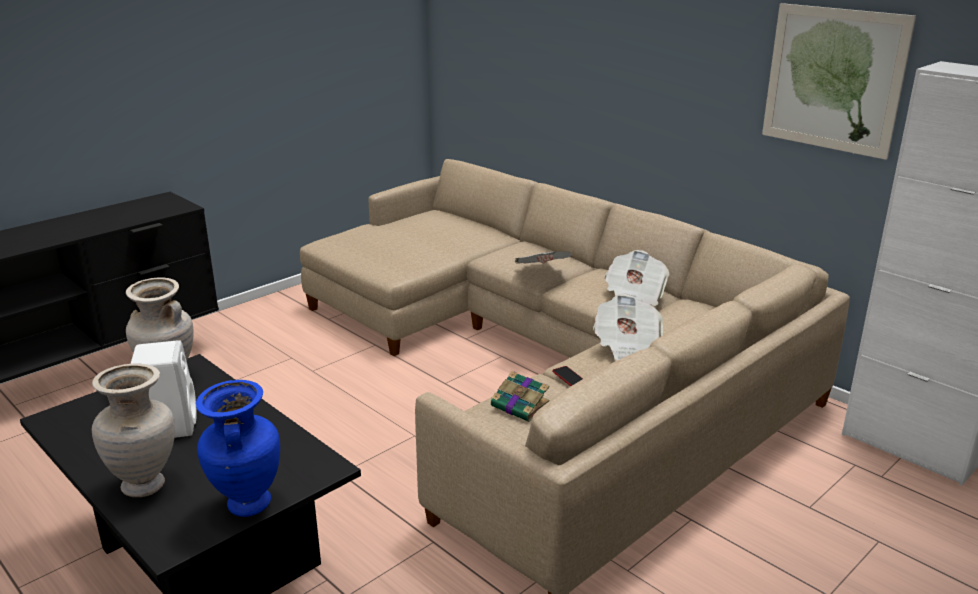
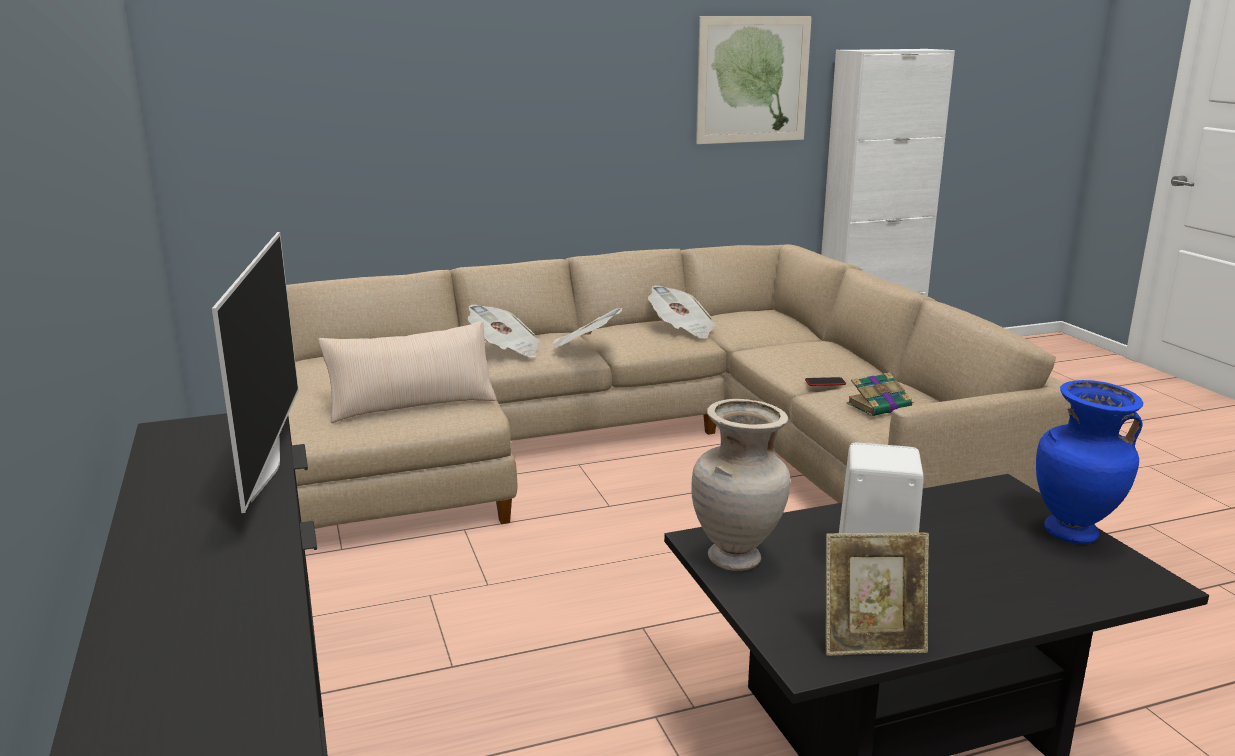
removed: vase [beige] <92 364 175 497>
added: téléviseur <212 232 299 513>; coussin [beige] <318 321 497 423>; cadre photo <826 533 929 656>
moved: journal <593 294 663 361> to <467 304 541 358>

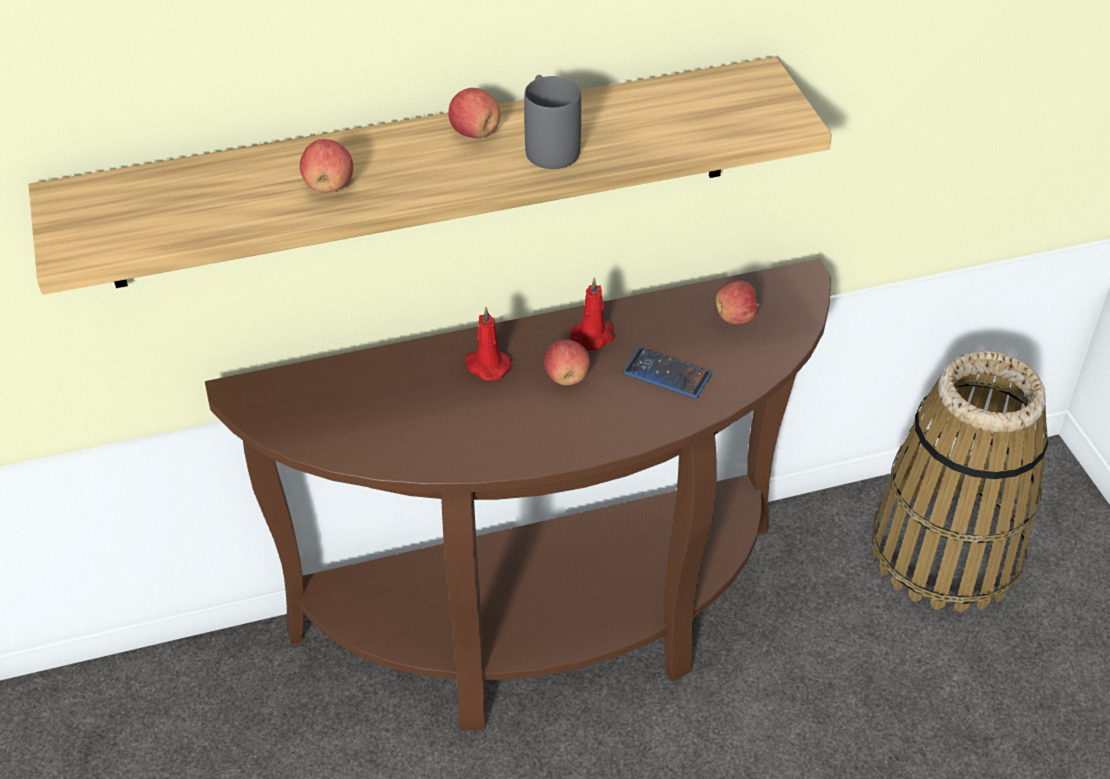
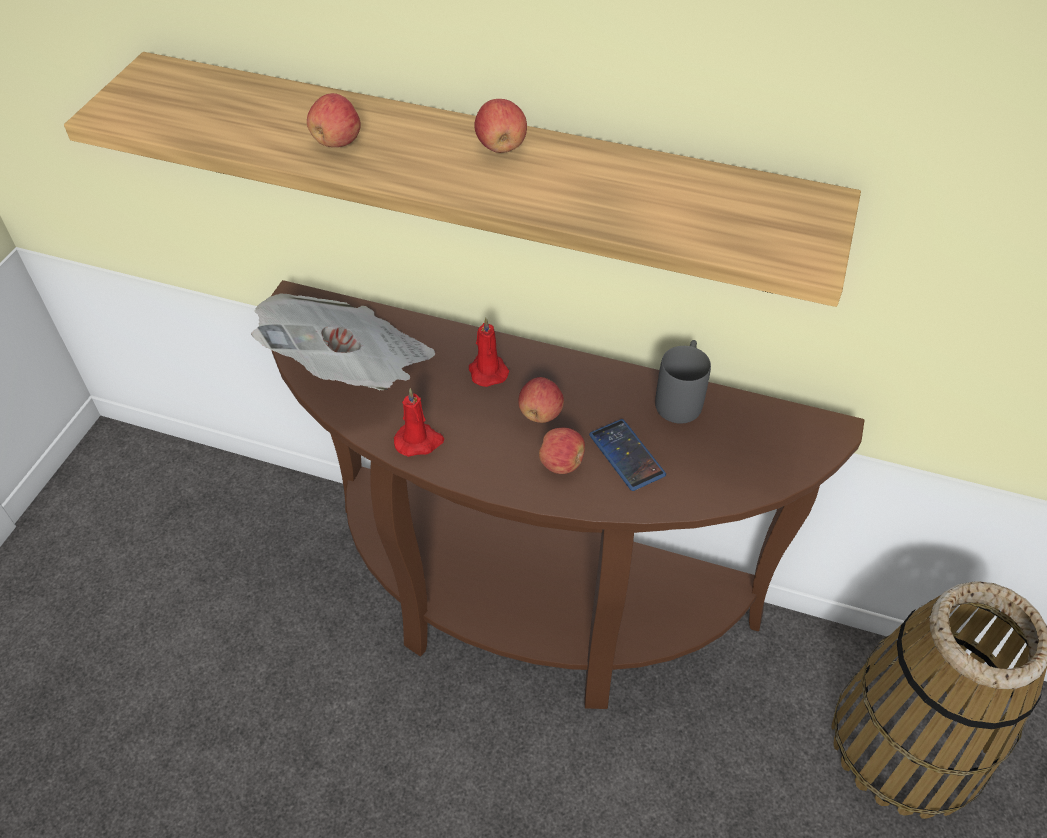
added: journal <251 293 435 390>
moved: mug [gris] <524 75 581 169> to <655 340 711 424>; bougie [rouge] <570 277 614 351> to <394 388 444 457>; pomme <716 280 759 325> to <539 428 585 474>

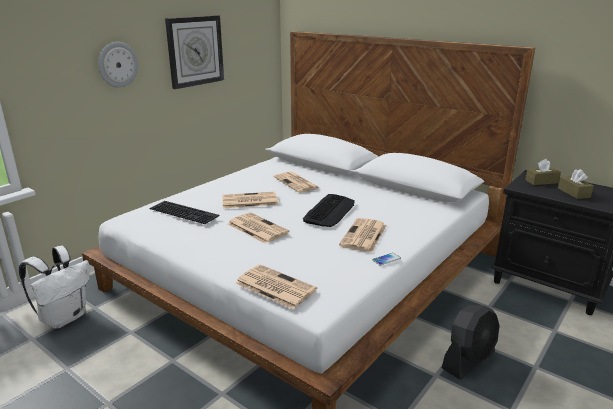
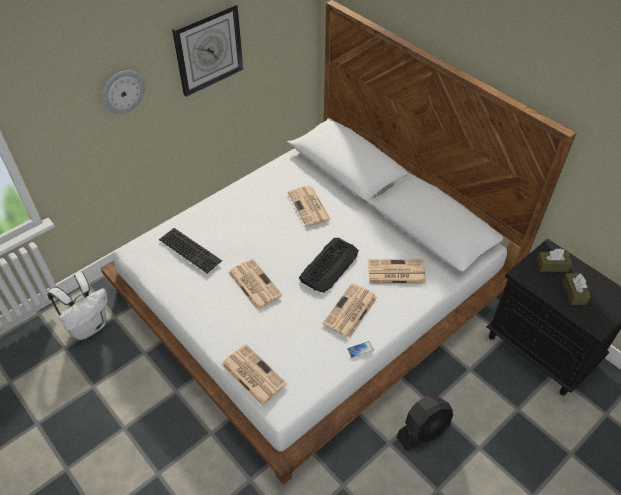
moved: journal <222 192 278 208> to <368 259 426 284>

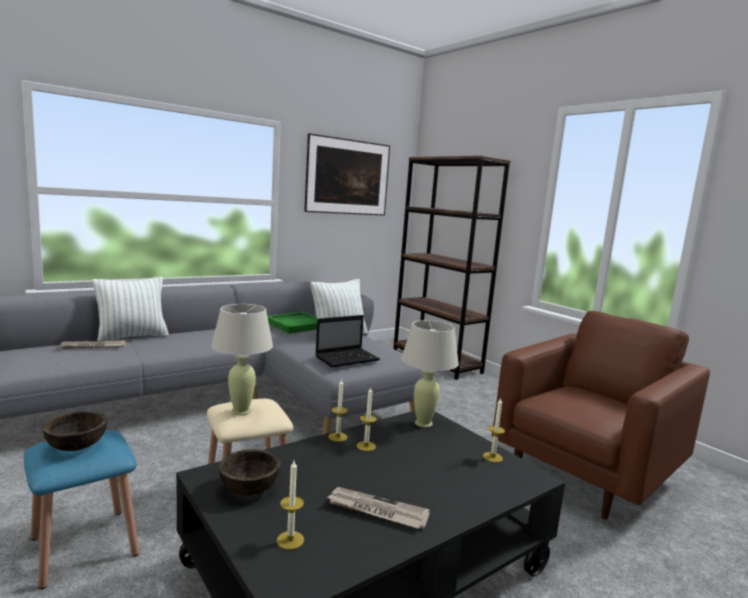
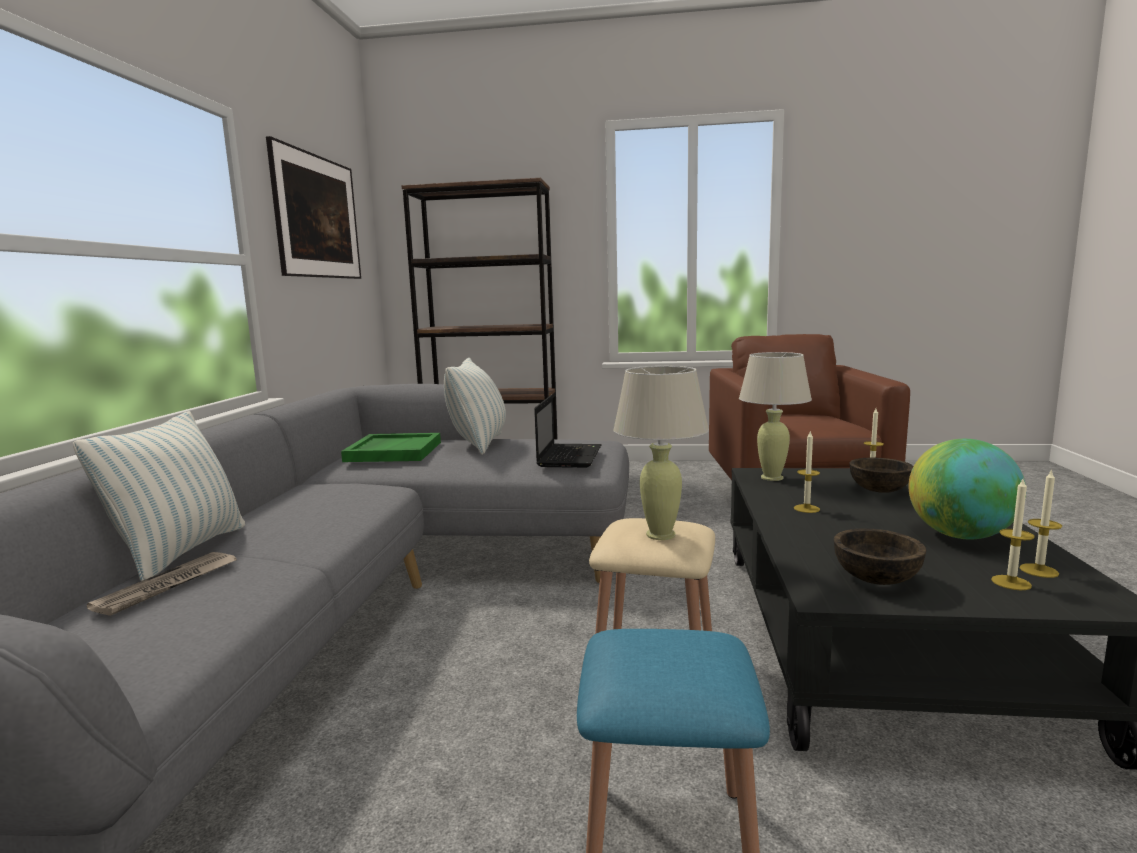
moved: bougie <328 379 348 442> to <1019 469 1062 578>; bol [marron] <42 411 107 451> to <850 458 913 493>
replaced: journal <326 487 430 529> to globe <909 439 1026 539>

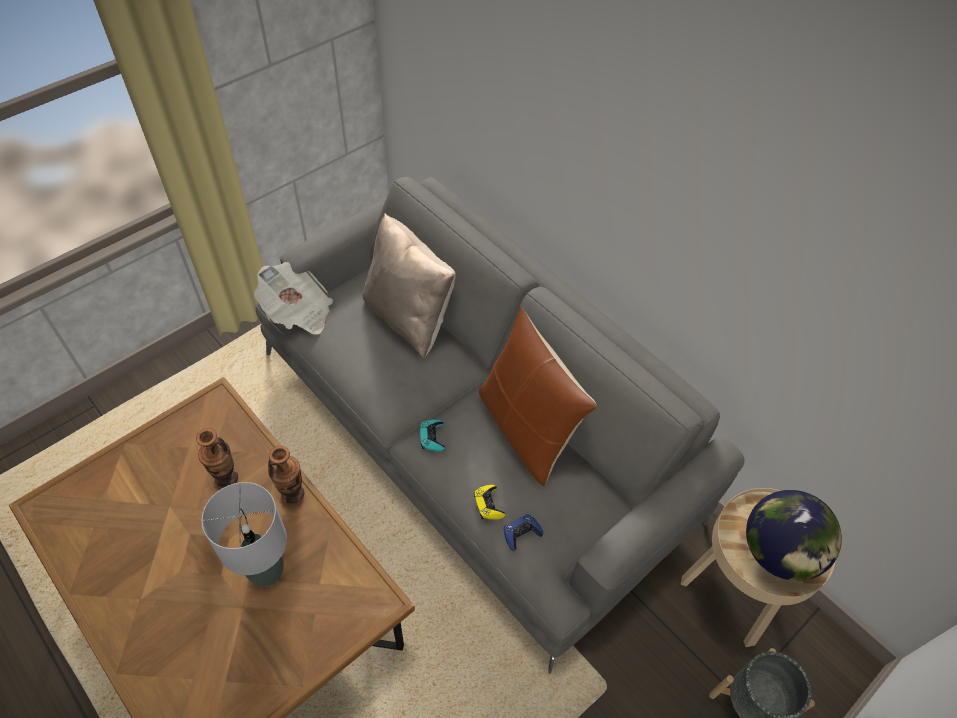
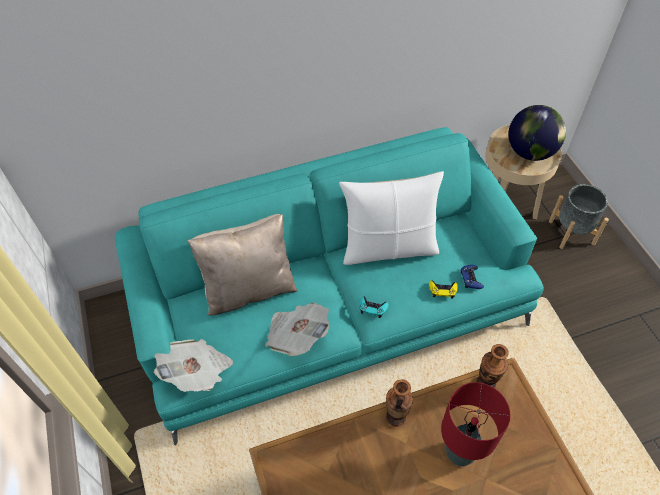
added: journal <265 302 329 356>
moved: vase <196 428 238 488> to <477 344 509 388>
recoloured: canapé [gris] <255 177 745 674> to canapé [turquoise] <115 127 544 446>; coussin [marron] <479 307 597 486> to coussin [blanc] <339 171 444 265>; lampe de table [gris] <201 482 287 587> to lampe de table [rouge] <441 382 511 466>

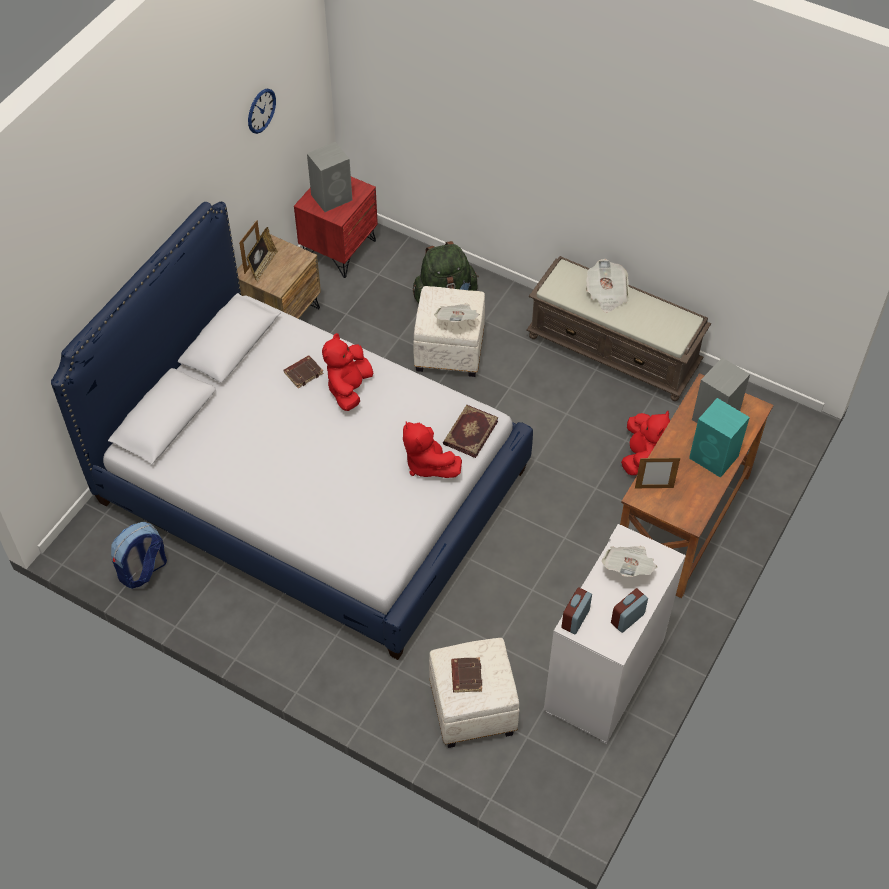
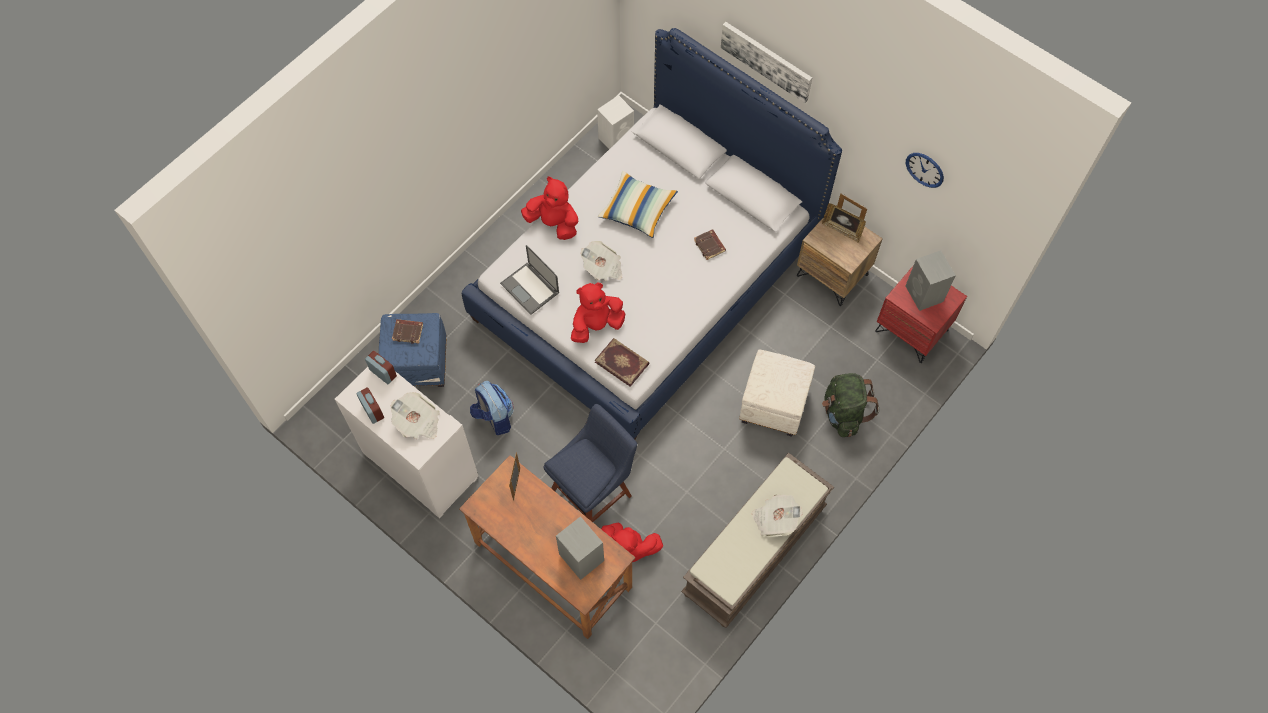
removed: enceinte [turquoise] <689 398 750 478>
added: tableau <721 22 812 103>; enceinte [blanc] <597 95 634 149>; coussin <598 171 678 238>; ordinateur portable <500 245 559 315>; chaise [bleu] <543 404 637 522>
moved: journal <434 303 480 322> to <581 241 622 281>; peluche [rouge] <322 333 373 411> to <521 177 578 240>; sac à dos <111 522 167 589> to <470 381 514 435>
recoloured: pouf [blanc] <429 638 520 748> to pouf [bleu] <379 313 446 387>

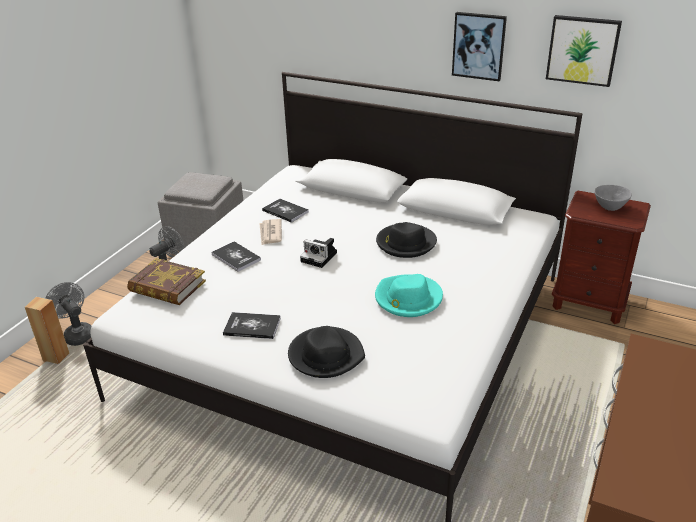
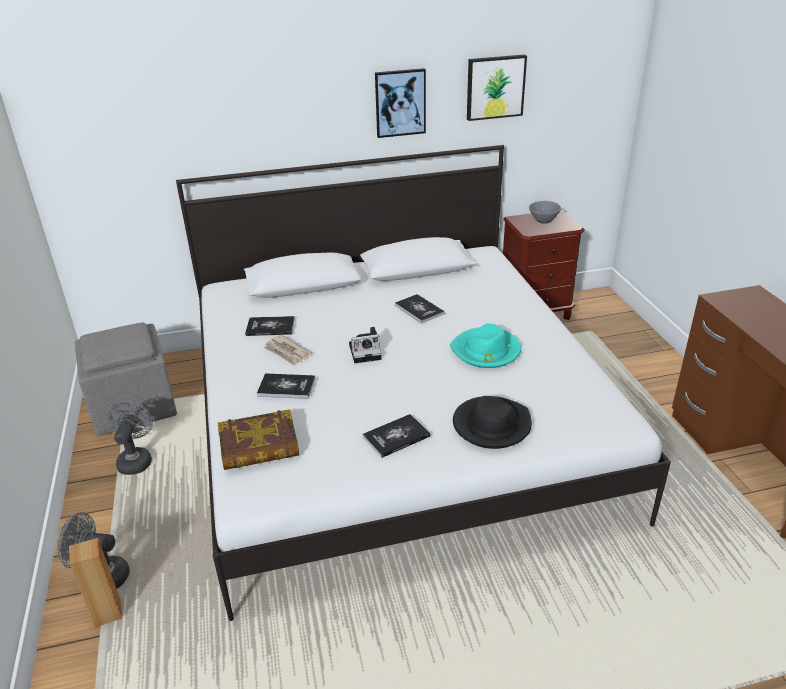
replaced: chapeau [noir] <376 222 437 258> to livre <395 294 445 324>

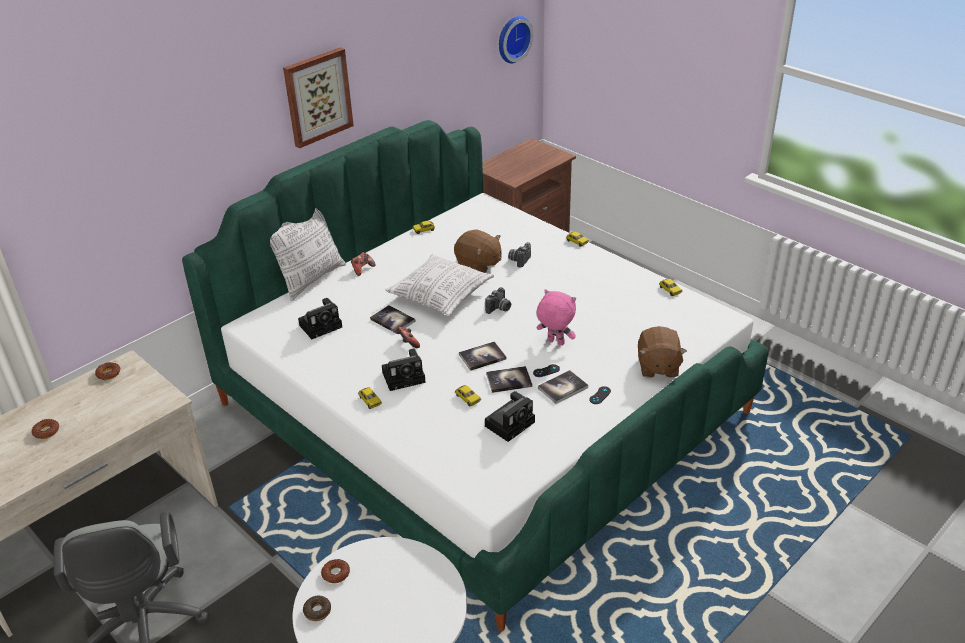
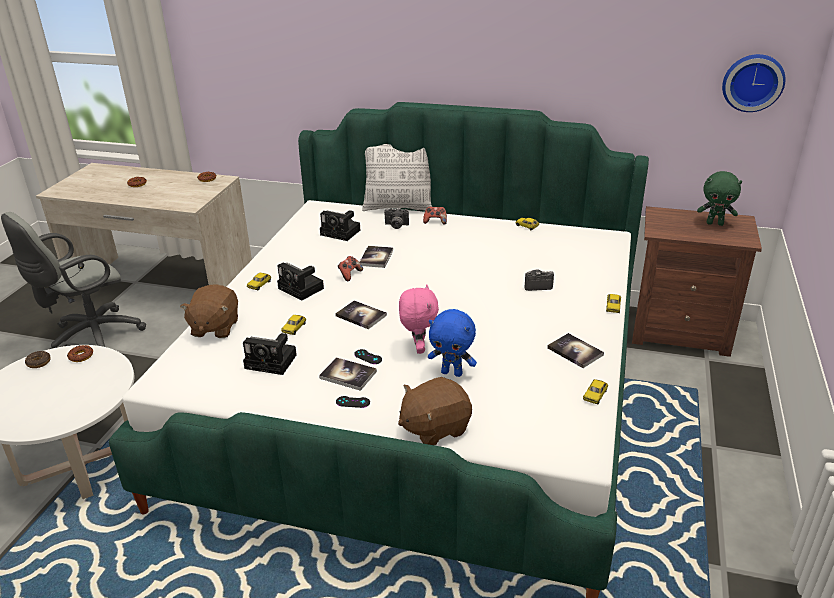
removed: tableau <283 47 354 149>; coussin <386 254 494 316>
added: peluche [vert] <697 171 742 226>; peluche [bleu] <428 309 477 377>
moved: peluche [marron] <454 229 502 273> to <180 284 238 338>; appareil photo <485 287 511 314> to <384 208 409 229>; livre <486 366 532 393> to <547 333 604 368>

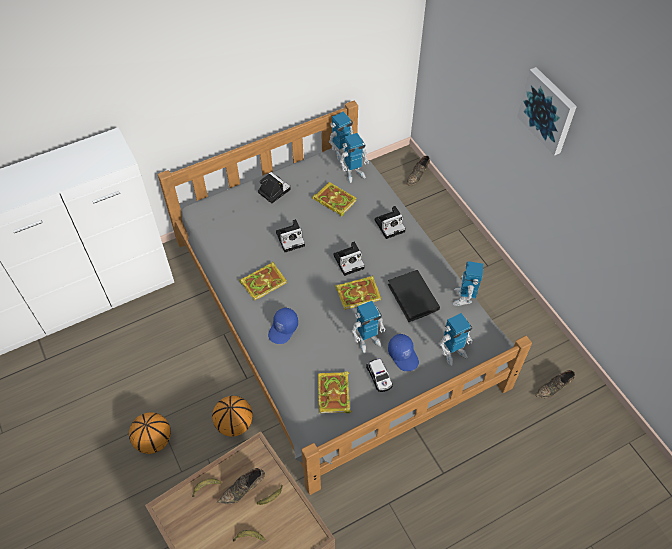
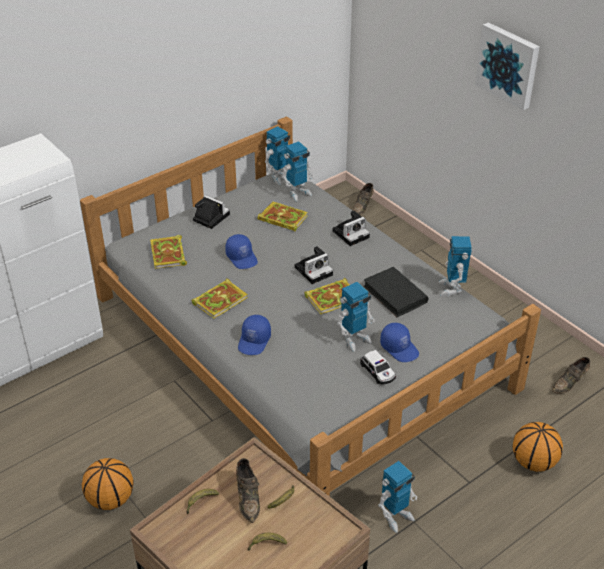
moved: robot jouet <439 313 473 366> to <378 461 417 533>; livre <318 372 351 414> to <150 235 187 269>; ballon de basket <212 396 253 437> to <513 422 563 472>
replaced: appareil photo <276 219 305 252> to casquette [bleu] <225 234 258 269>
turned: chaussure [marron] <217 468 265 504> = <236 458 260 523> 60 degrees counterclockwise

